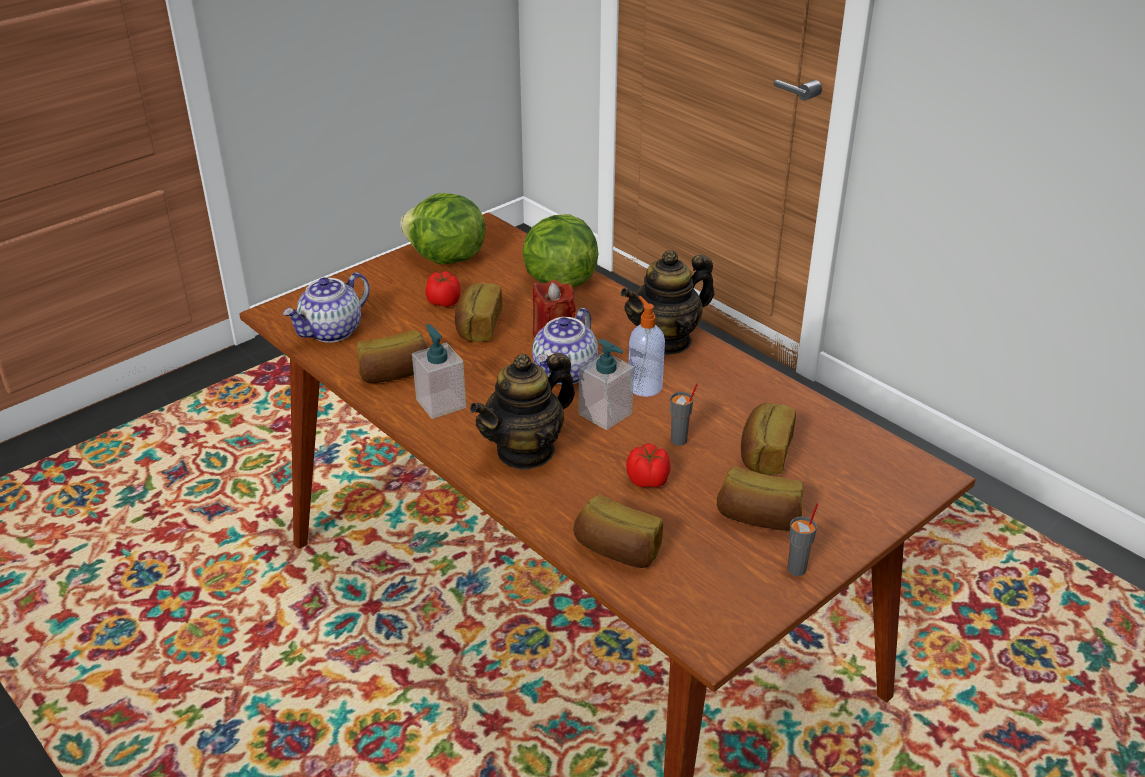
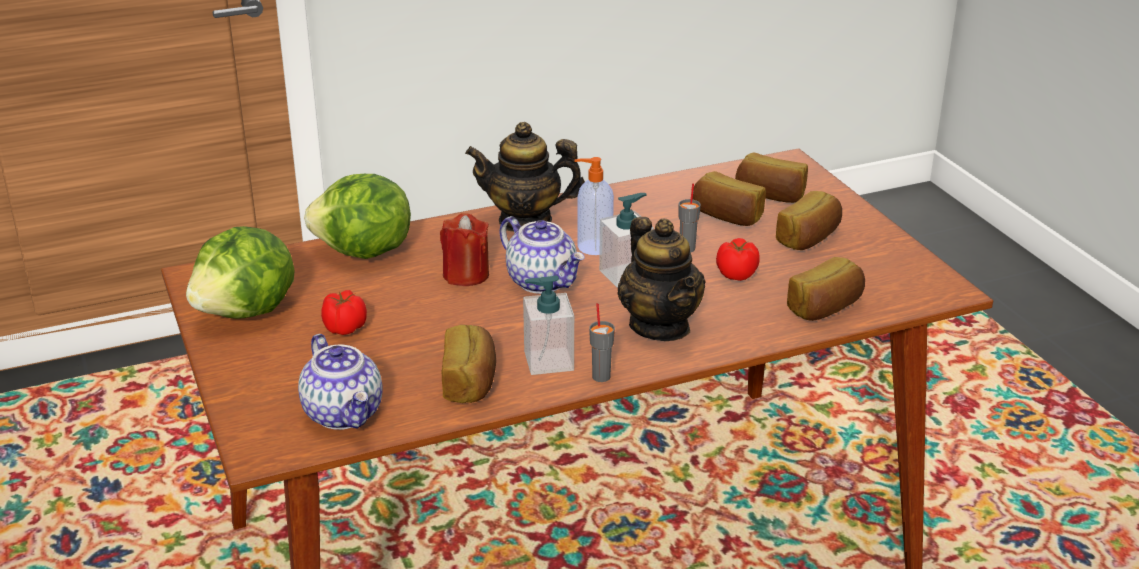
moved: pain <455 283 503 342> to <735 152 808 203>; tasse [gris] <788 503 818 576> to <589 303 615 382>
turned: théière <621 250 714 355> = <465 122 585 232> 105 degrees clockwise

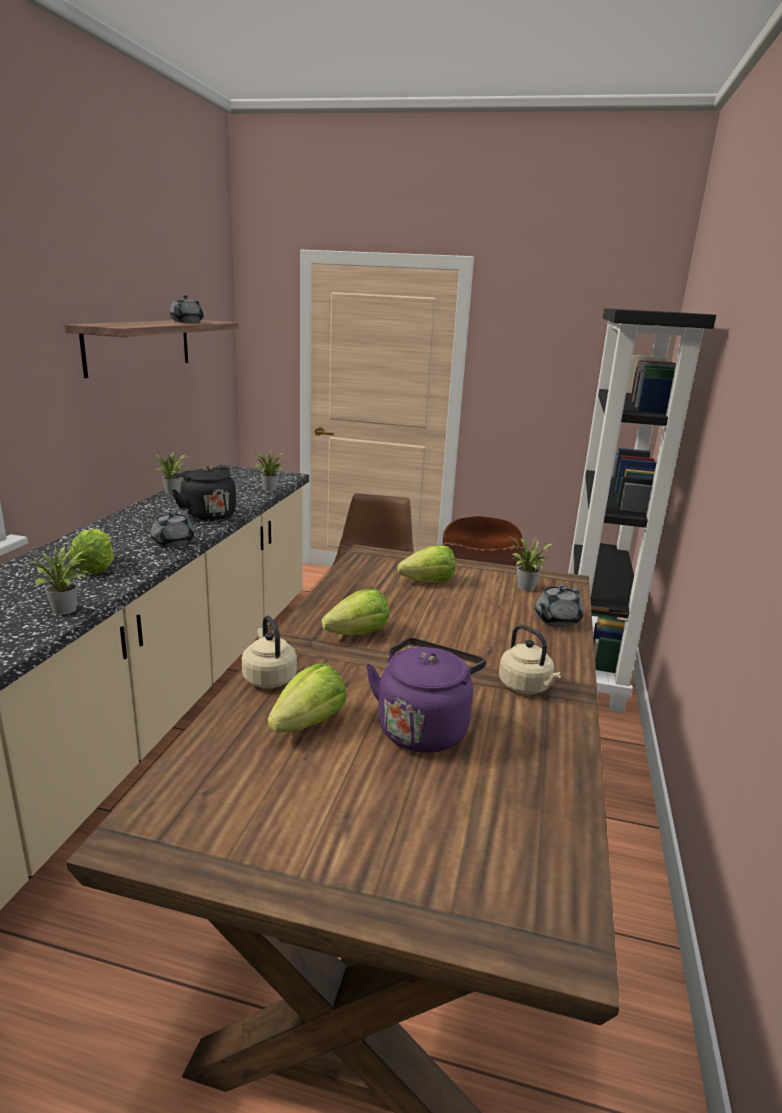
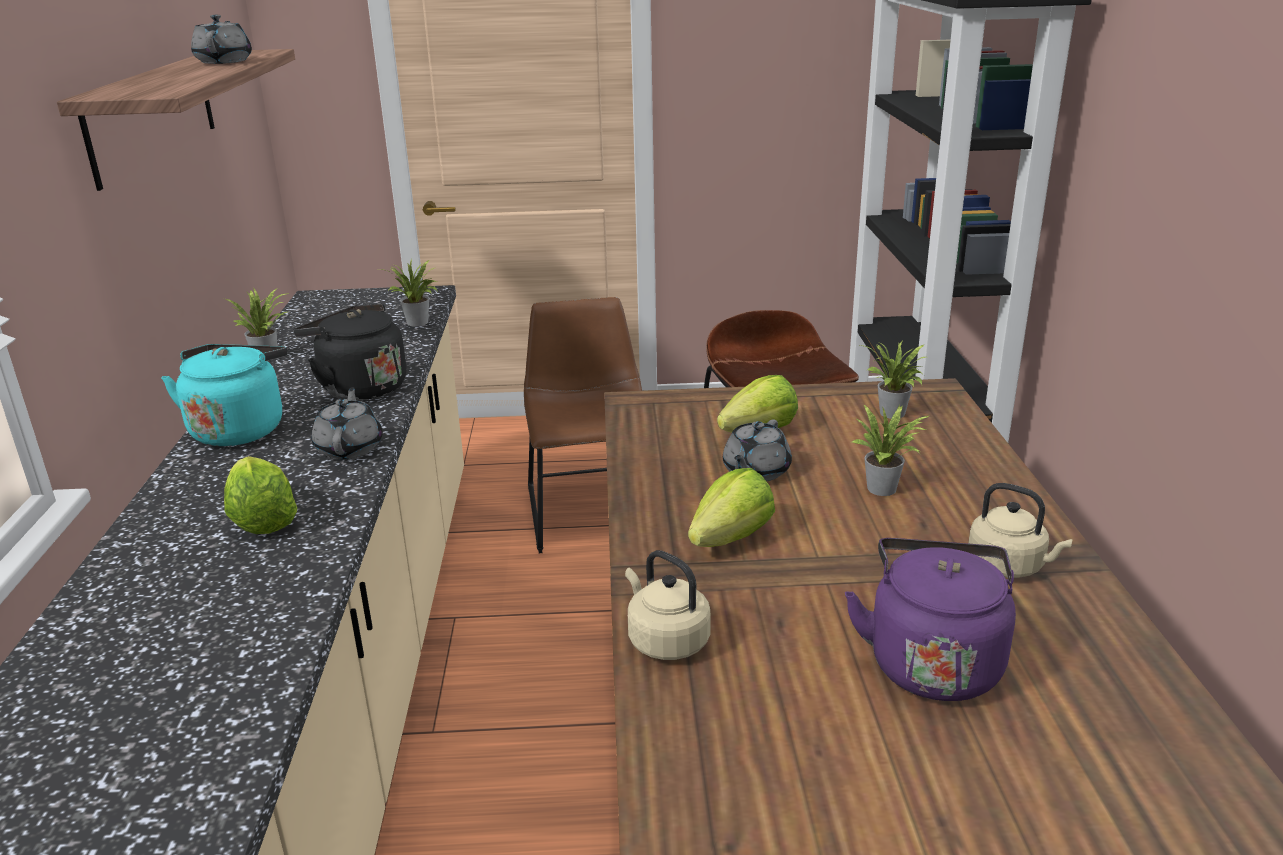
removed: laitue <268 664 346 732>
added: bouilloire [turquoise] <161 344 287 446>
moved: plante en pot <26 545 92 615> to <852 405 929 496>; théière [gris] <535 585 583 627> to <723 419 792 482>

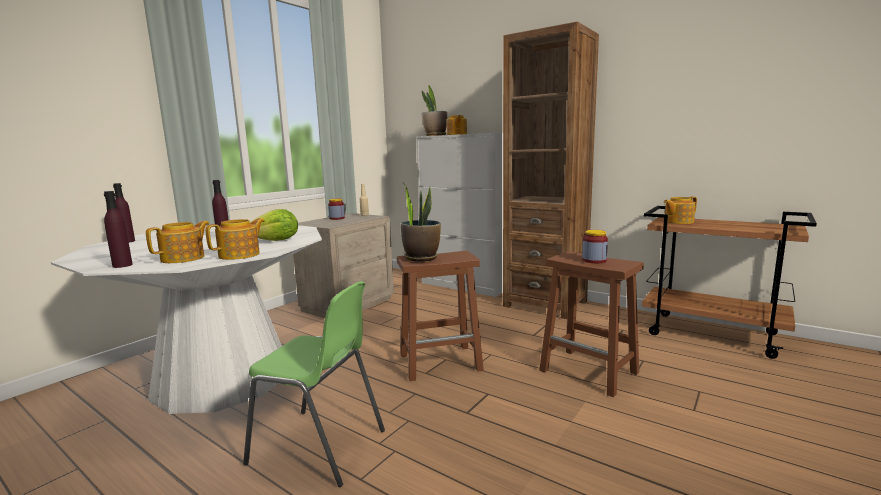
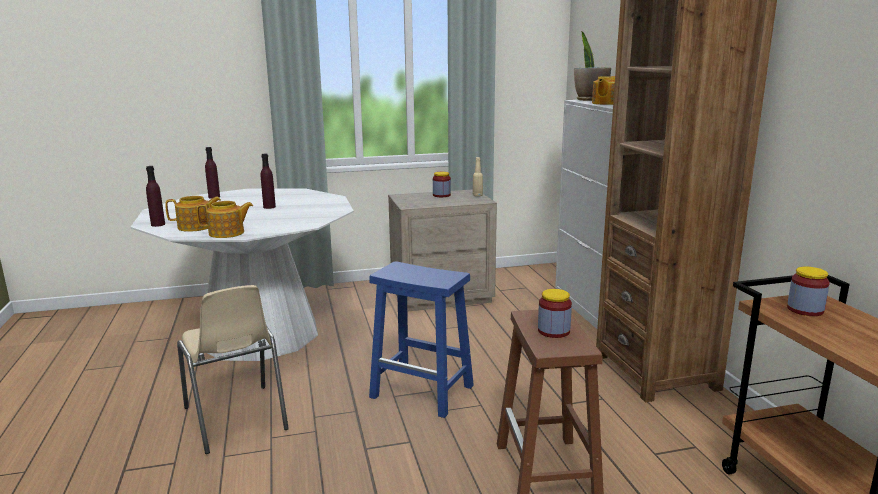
removed: plante en pot <401 183 441 262>; laitue <250 209 298 241>
replaced: théière <664 197 697 224> to bocal <787 267 830 316>
recoloured: tabouret [marron] <397 251 484 381> to tabouret [bleu] <369 261 474 418>; chaise [vert] <243 281 385 487> to chaise [beige] <177 285 289 454>

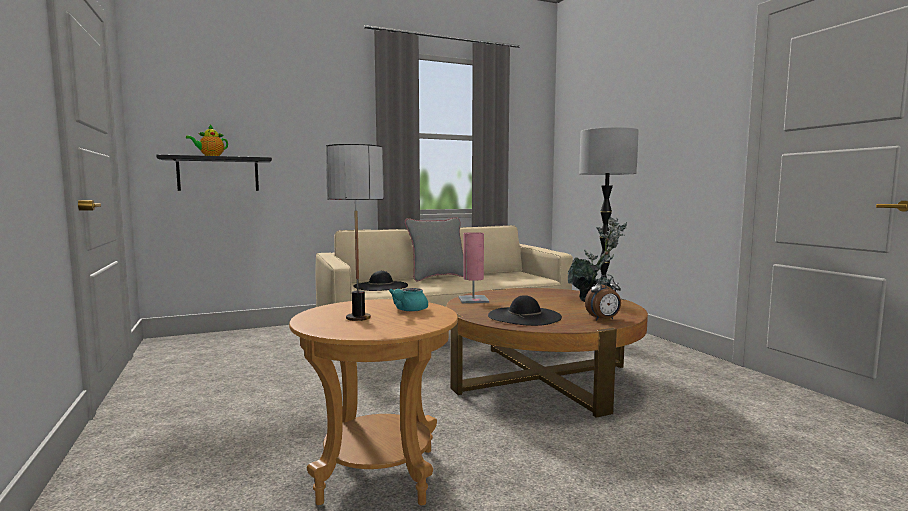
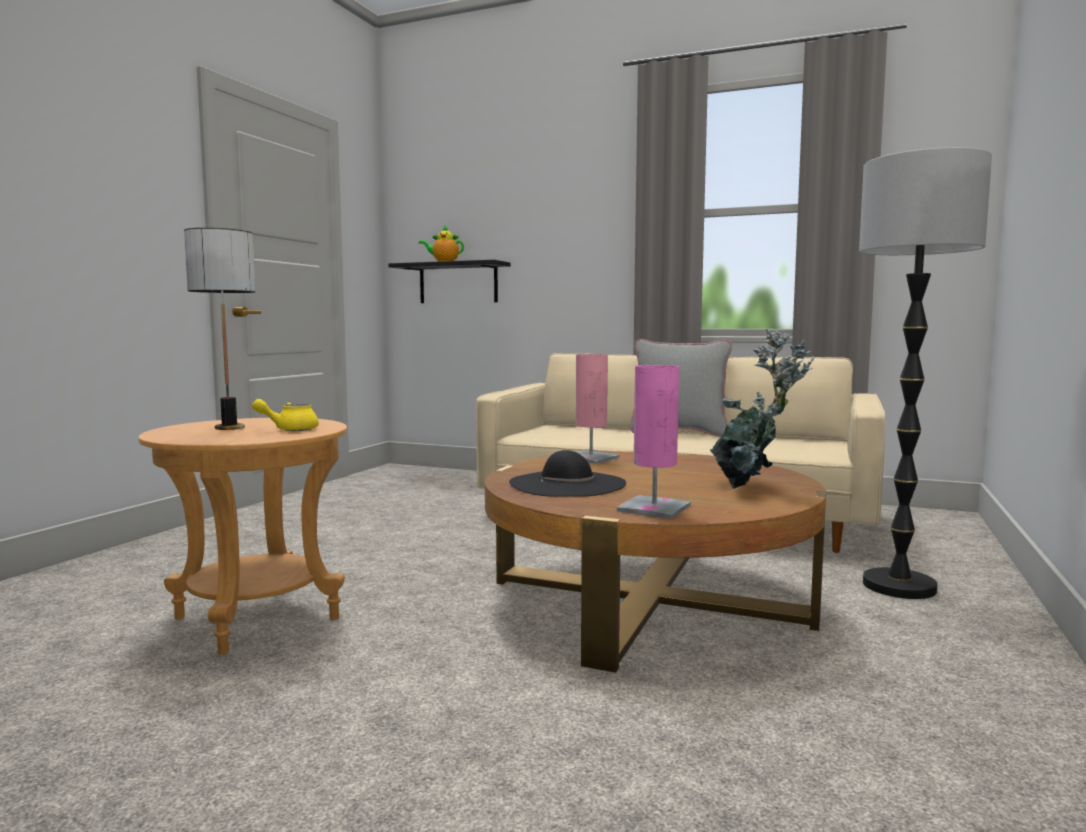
removed: chapeau [noir] <353 271 408 291>
replaced: réveil <585 274 621 320> to lampe de table [rose] <617 365 691 519>
recoloured: théière [turquoise] <389 288 428 312> to théière [jaune] <252 399 319 431>

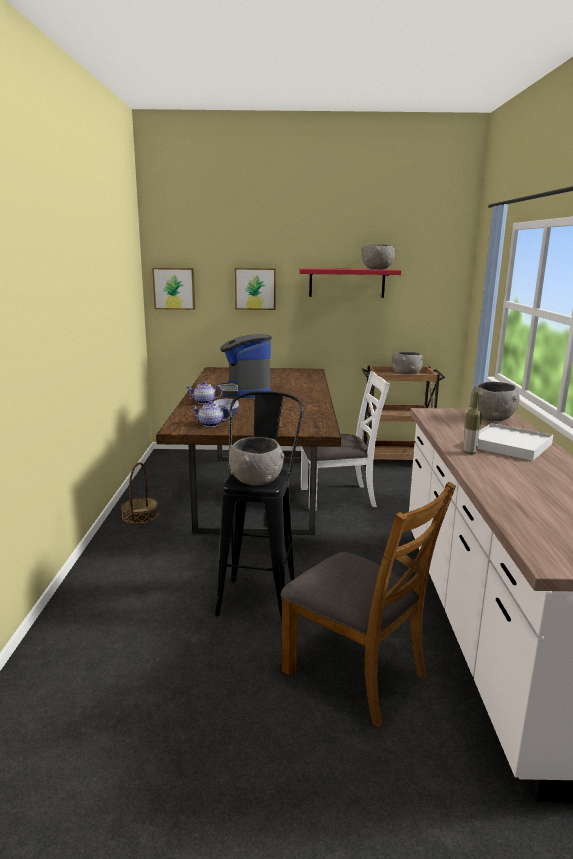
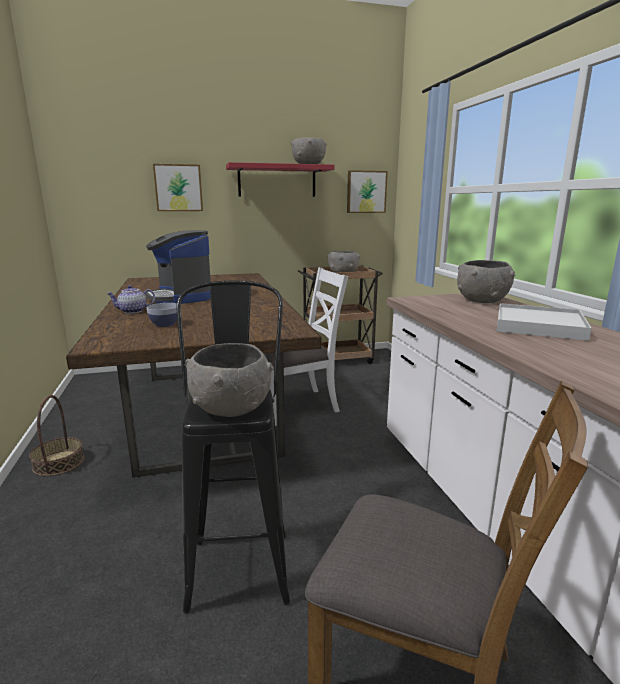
removed: bouteille <463 392 482 454>; théière <191 401 230 427>
moved: tableau <152 268 195 310> to <347 170 388 213>

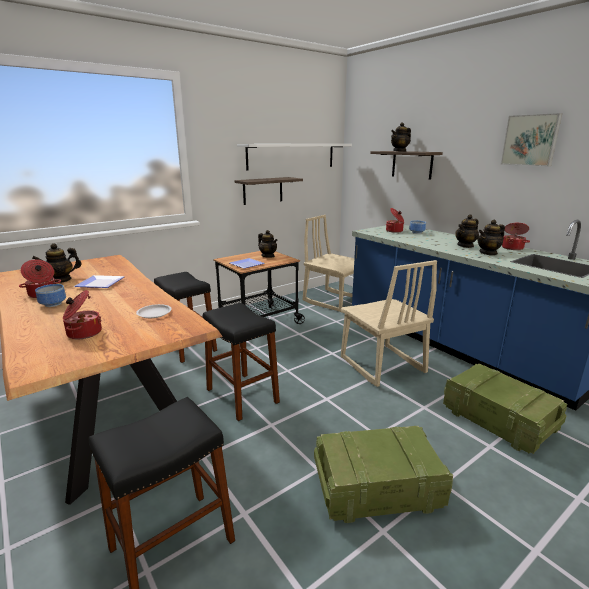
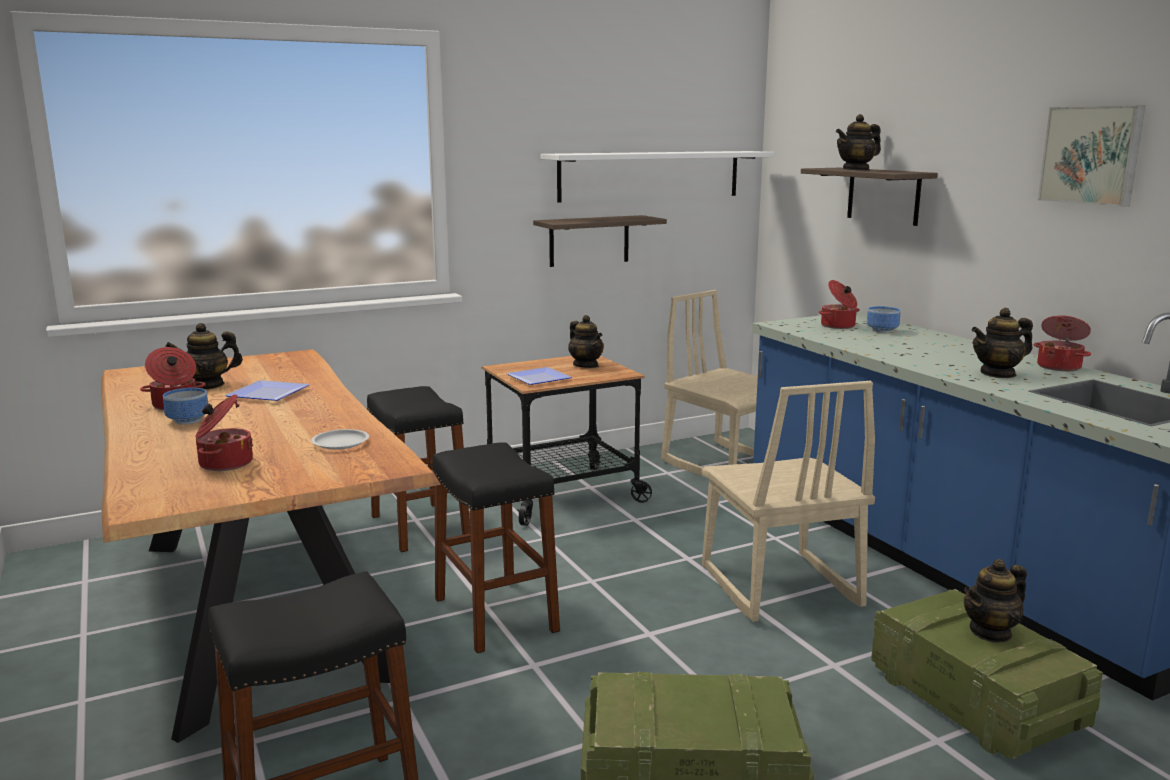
moved: théière <456 214 479 248> to <964 559 1027 643>

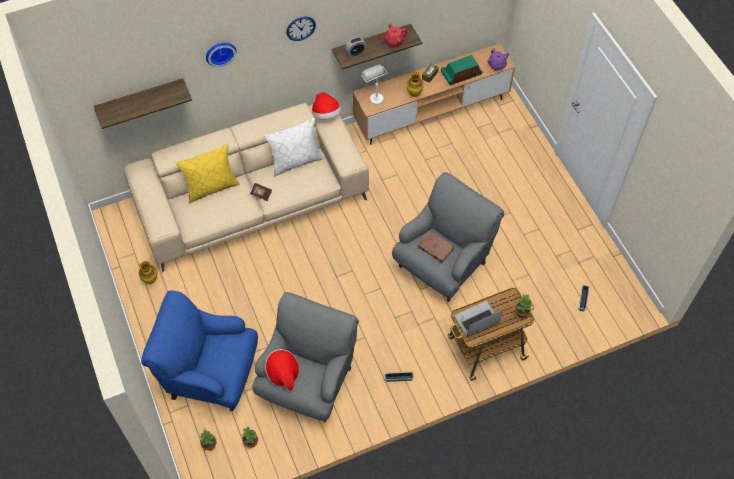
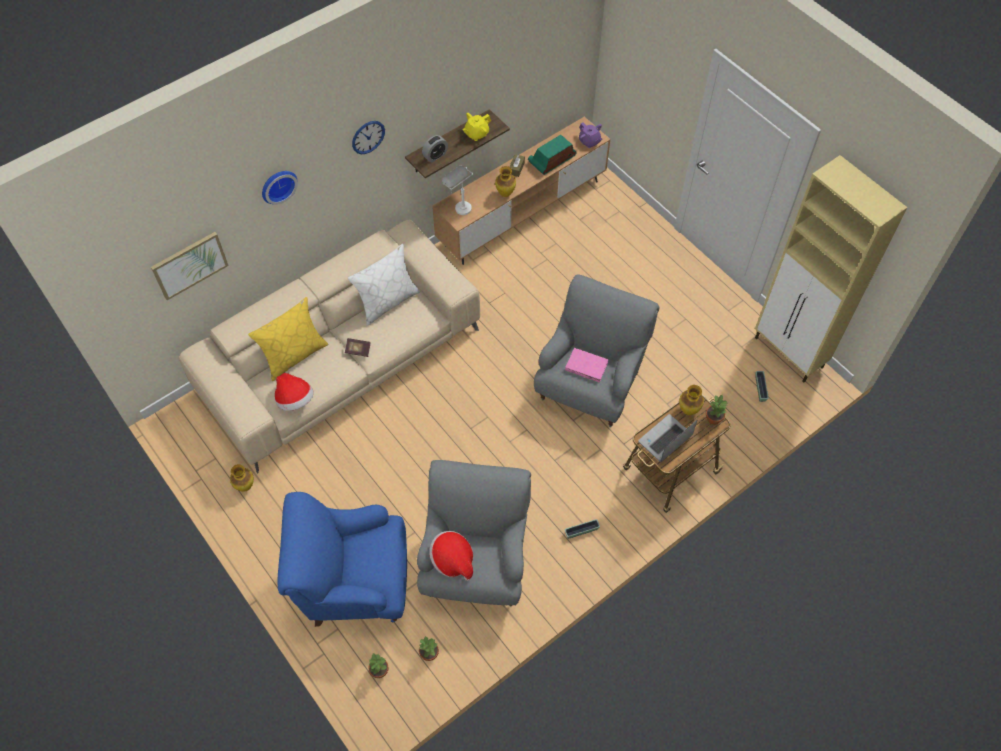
added: meuble de rangement [beige] <755 155 908 382>; vase <679 385 704 415>
moved: chapeau <312 92 341 119> to <275 373 314 411>
replaced: étagère <94 78 192 129> to tableau <151 232 229 300>
recoloured: théière [rouge] <382 24 408 48> to théière [jaune] <462 113 491 141>; livre [marron] <417 231 455 263> to livre [rose] <565 348 609 382>

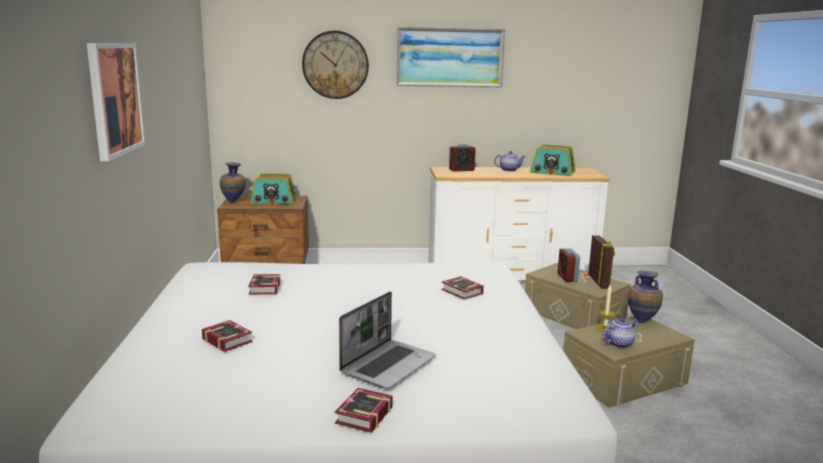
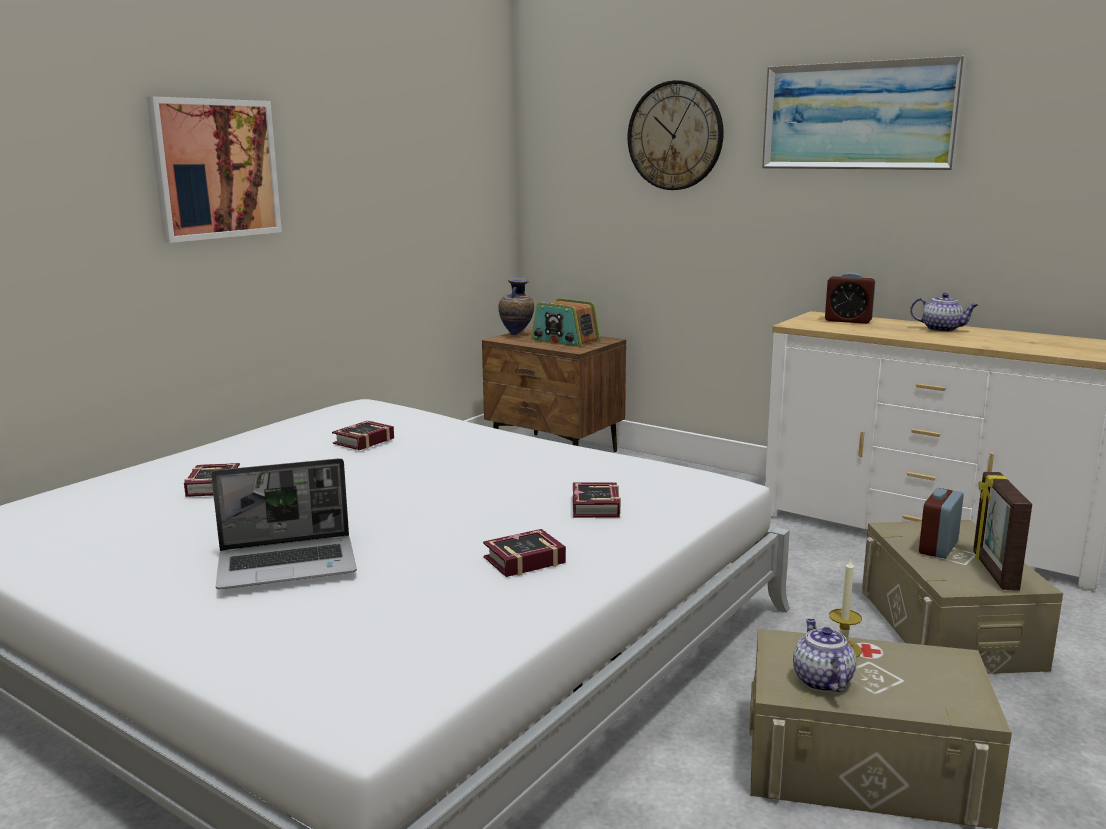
removed: radio <530 144 576 176>; vase <627 270 663 323>
moved: livre <335 388 393 433> to <483 529 566 577>
turned: cadre photo <588 235 615 289> = <973 472 1032 591> 150 degrees clockwise; théière <603 318 639 348> = <793 619 856 692> 105 degrees counterclockwise

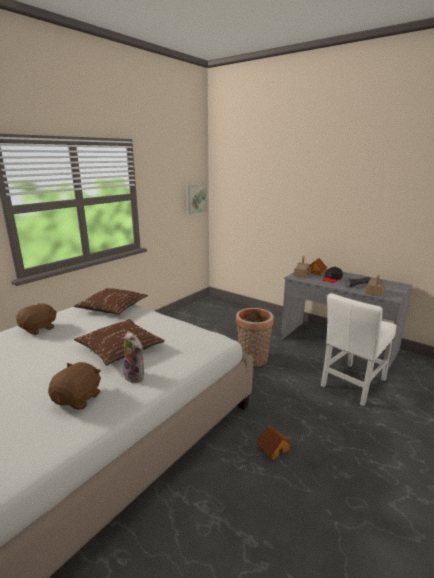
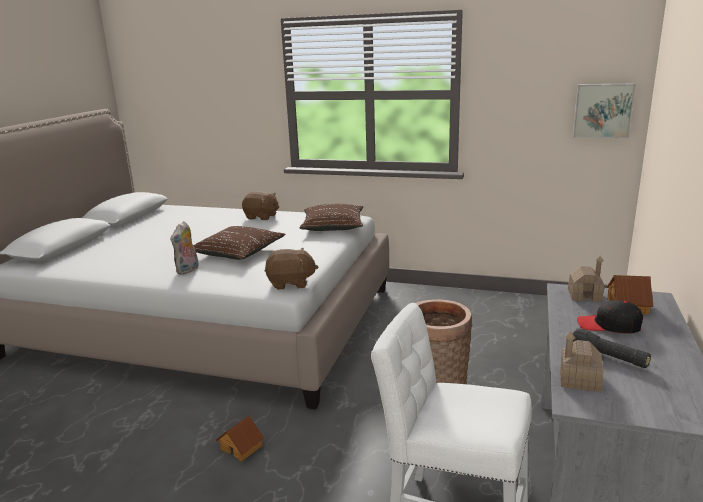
moved: peluche [marron] <48 362 101 410> to <264 248 318 290>

